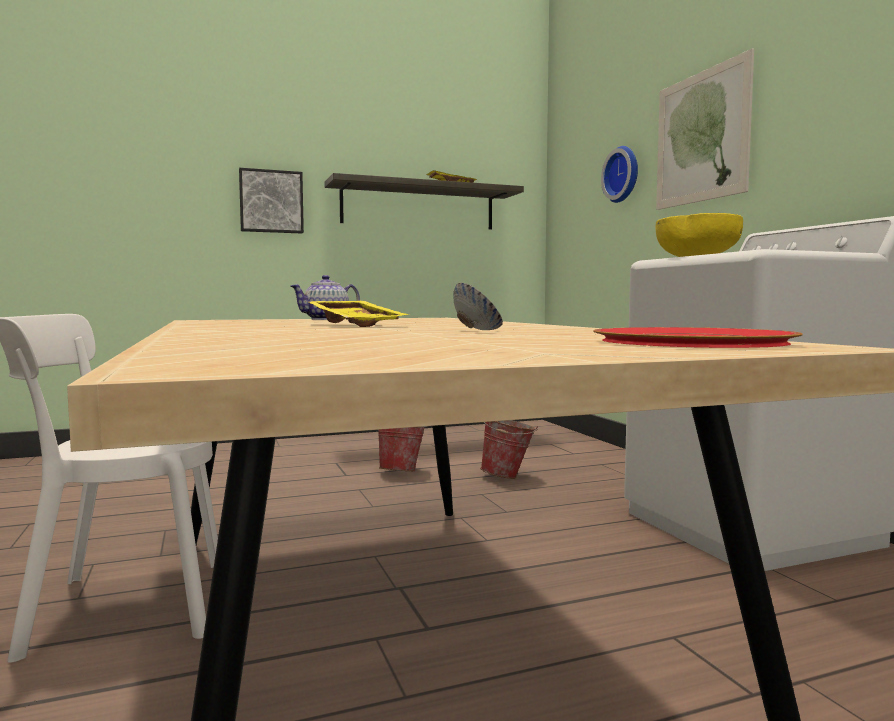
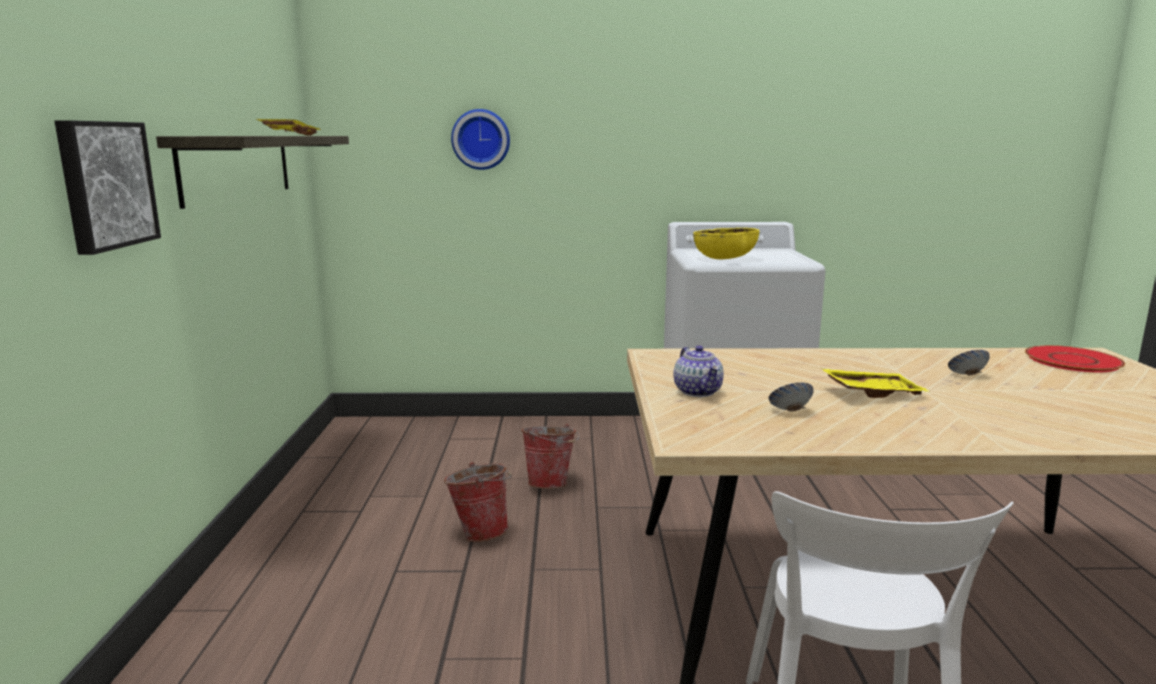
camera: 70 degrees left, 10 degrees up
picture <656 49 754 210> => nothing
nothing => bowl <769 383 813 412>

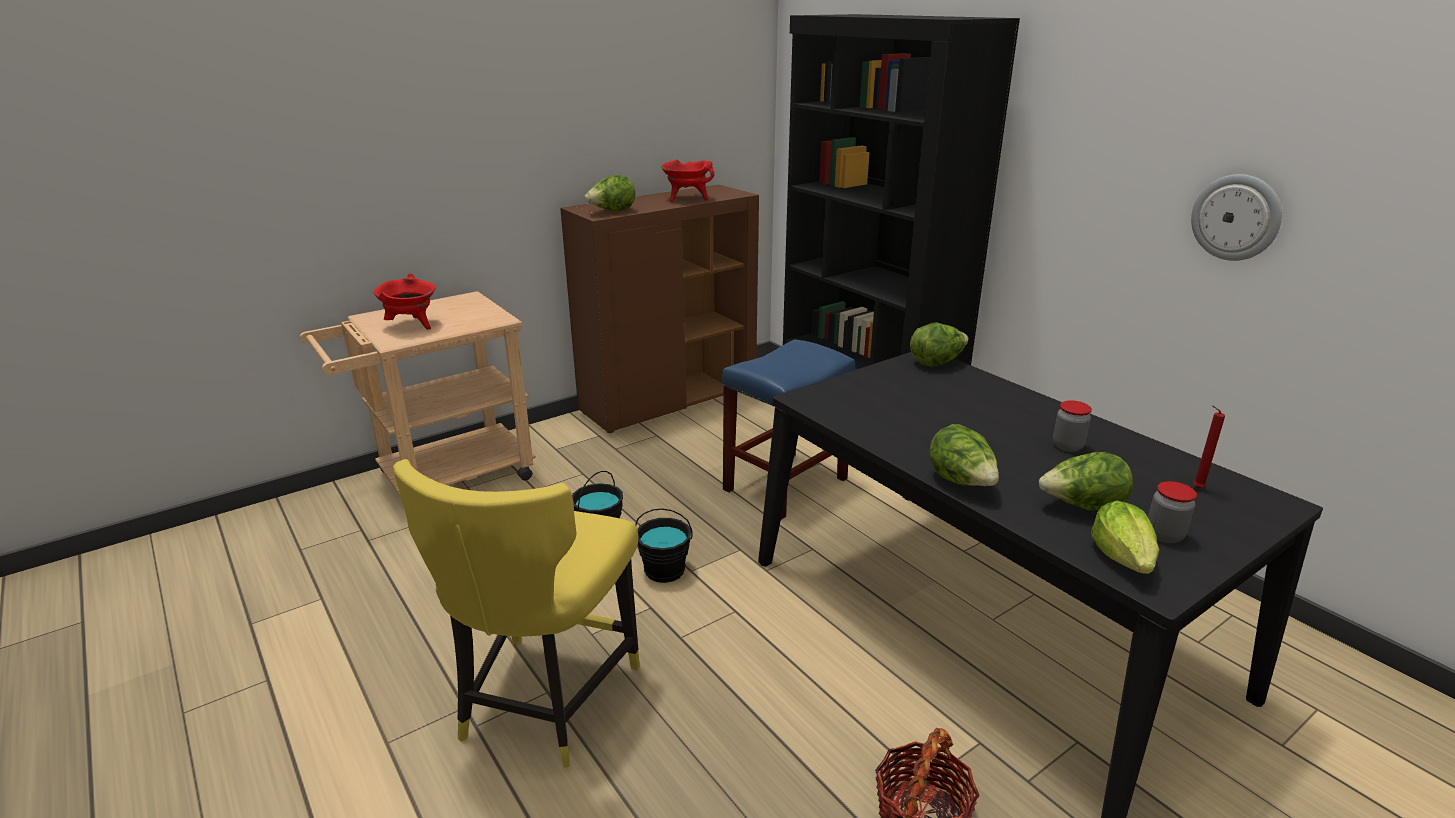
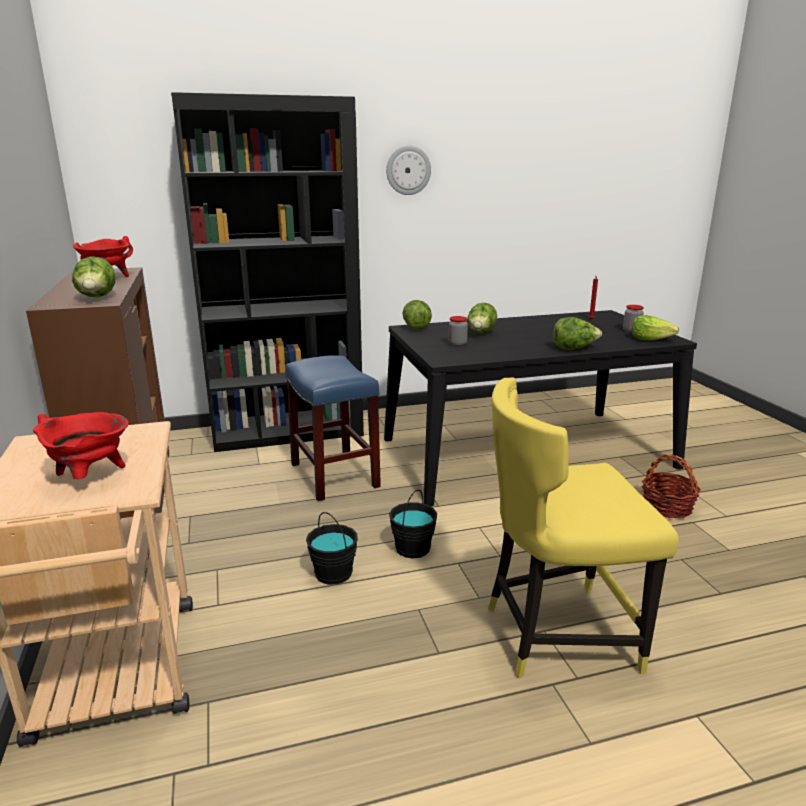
camera: 70 degrees left, 5 degrees down
yellow chair <393 459 640 767> => yellow chair <488 378 679 678>, 135 degrees clockwise
lettuce <1039 452 1133 511> => lettuce <467 303 497 333>, shifted
jar <1053 400 1092 452> => jar <448 316 468 346>, shifted
wall clock <1191 174 1282 261> => wall clock <386 146 431 195>, shifted

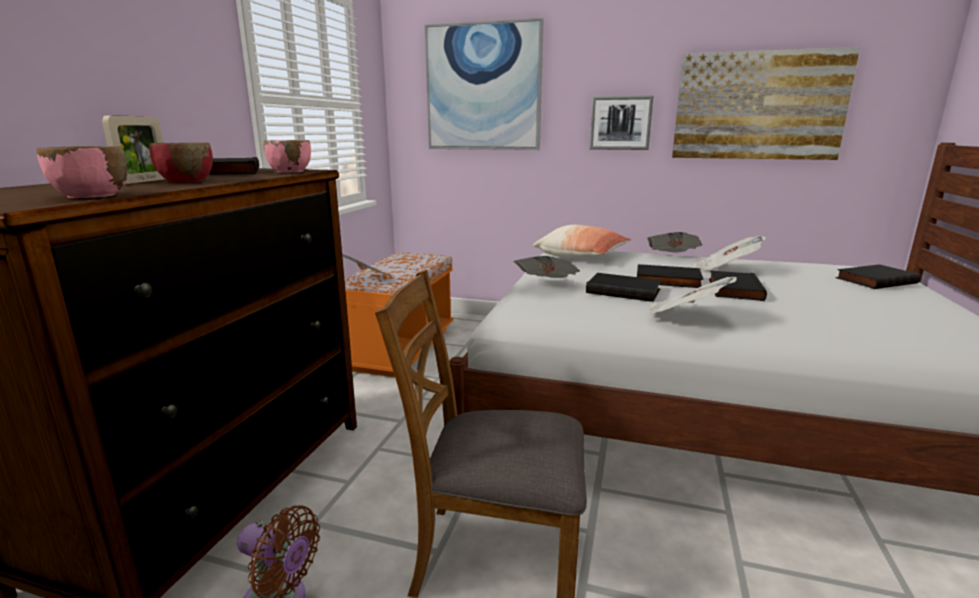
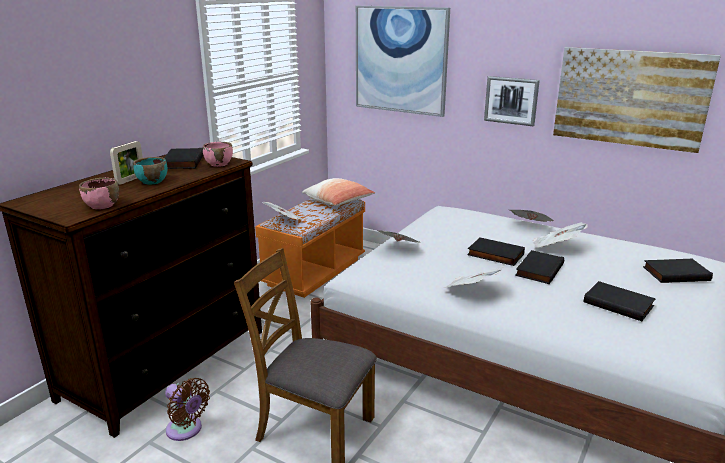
camera: 15 degrees right, 5 degrees up
red bowl <149 142 213 182> => turquoise bowl <133 157 167 185>
pillow <533 225 631 258> => pillow <302 178 375 206>, shifted
black book <586 273 661 302> => black book <584 281 656 321>, shifted

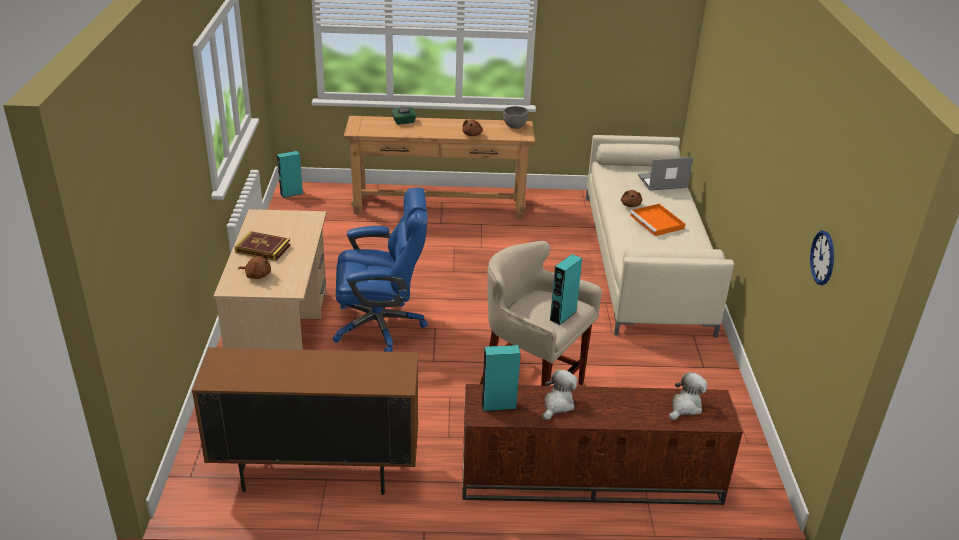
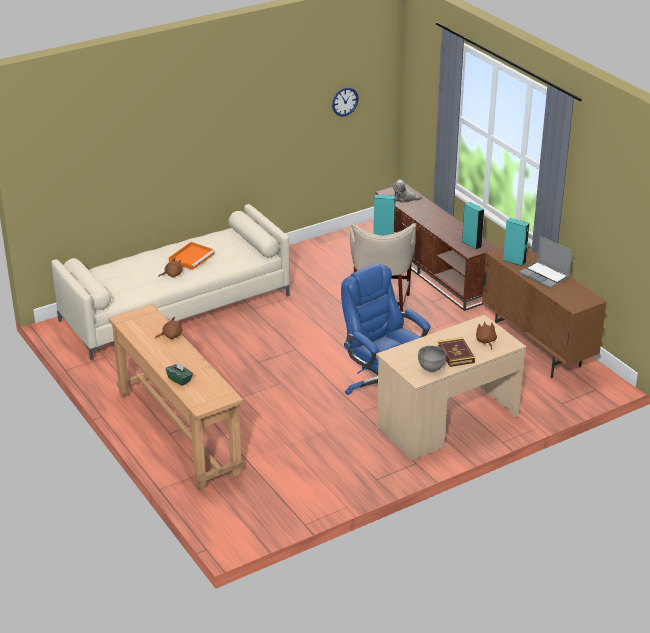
camera: 120 degrees left, 0 degrees up
turquoise speaker <277 151 303 198> => turquoise speaker <503 218 529 266>, shifted
grey bowl <503 106 529 129> => grey bowl <418 346 447 371>, shifted
plush toy <542 369 577 420> => nothing
laptop <638 157 693 190> => laptop <519 236 572 288>, shifted

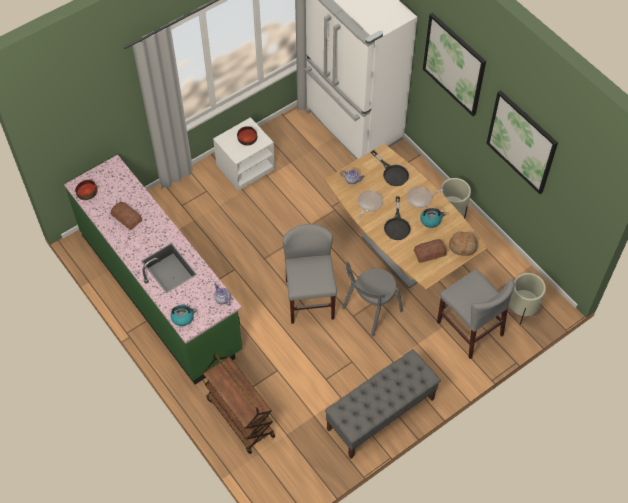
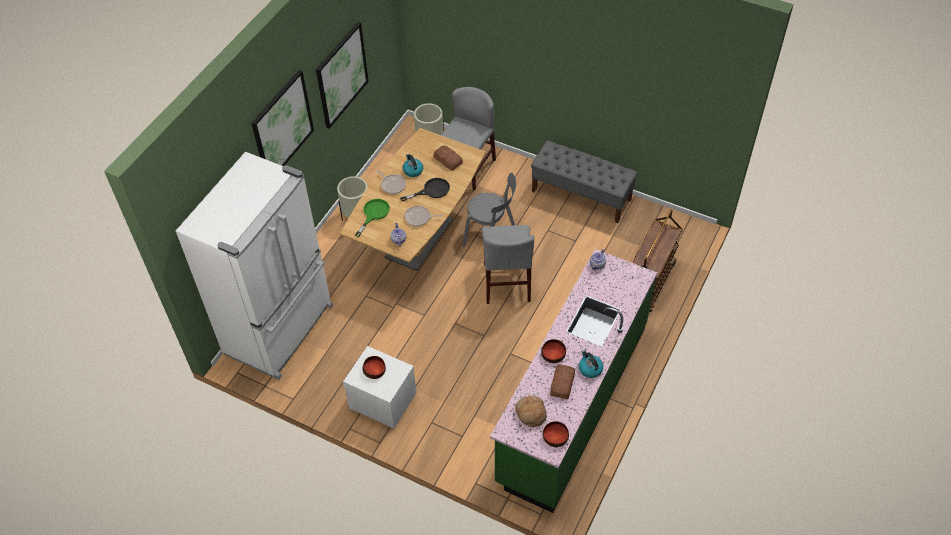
camera: 115 degrees left, 5 degrees down
kettle <170 305 196 326> => kettle <579 350 603 378>, shifted
grey chair <283 224 337 324> => grey chair <482 225 534 304>, 60 degrees counterclockwise
black frying pan <371 150 409 186> => green frying pan <355 199 390 237>
bread <449 232 478 256> => bread <515 396 547 427>, shifted
nothing => bowl <541 339 566 363>

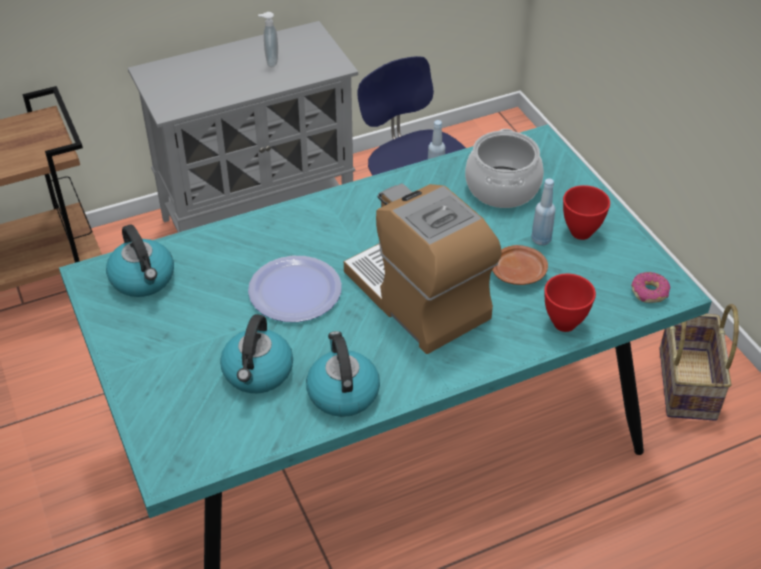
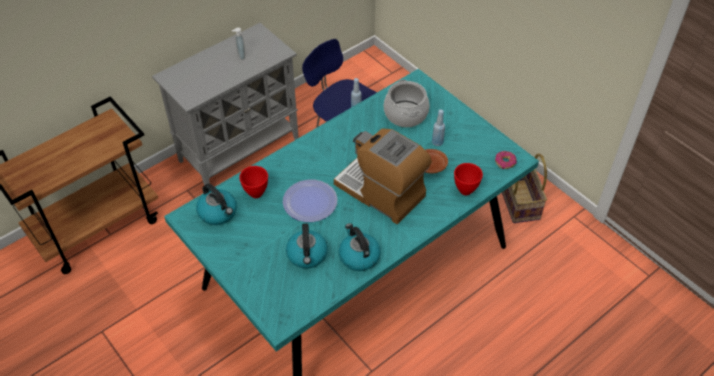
camera: 15 degrees left, 5 degrees up
red bowl <563 185 610 240> => red bowl <239 166 268 198>, shifted

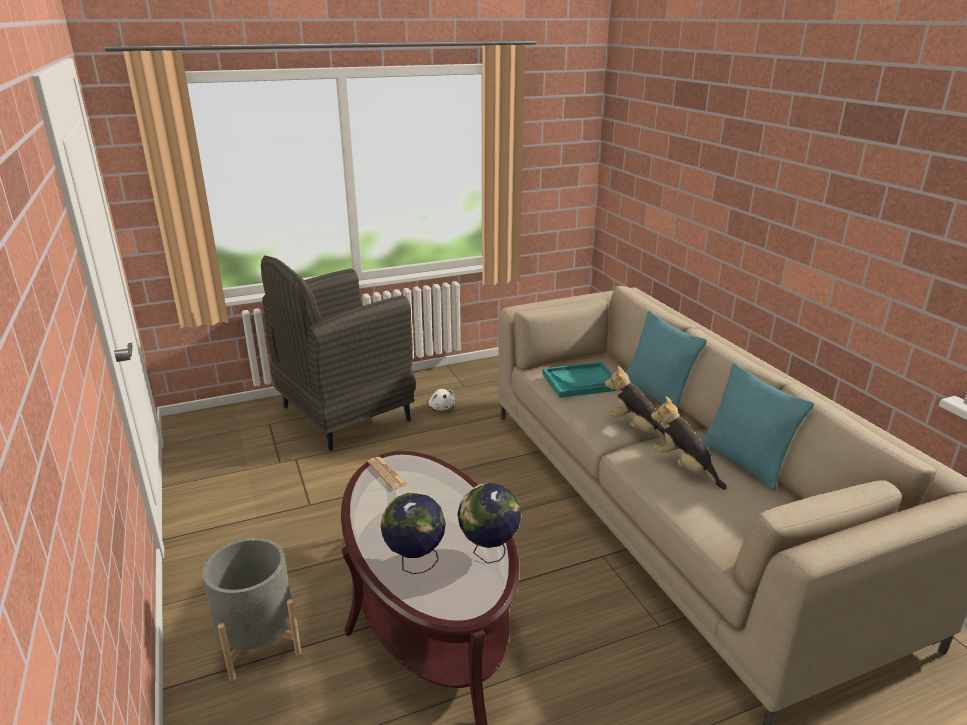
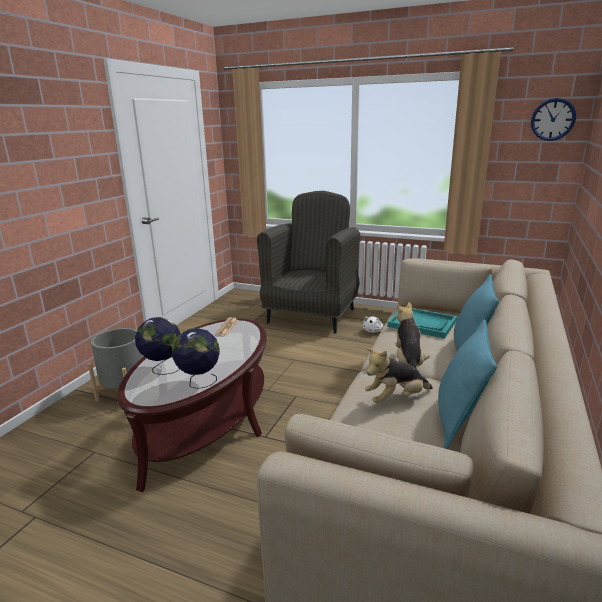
camera: 45 degrees right, 5 degrees down
grey armchair <261 256 416 451> => grey armchair <257 191 360 333>, 105 degrees clockwise
plush toy <651 396 727 490> => plush toy <365 348 433 403>, 120 degrees counterclockwise
nothing => wall clock <531 98 576 141>

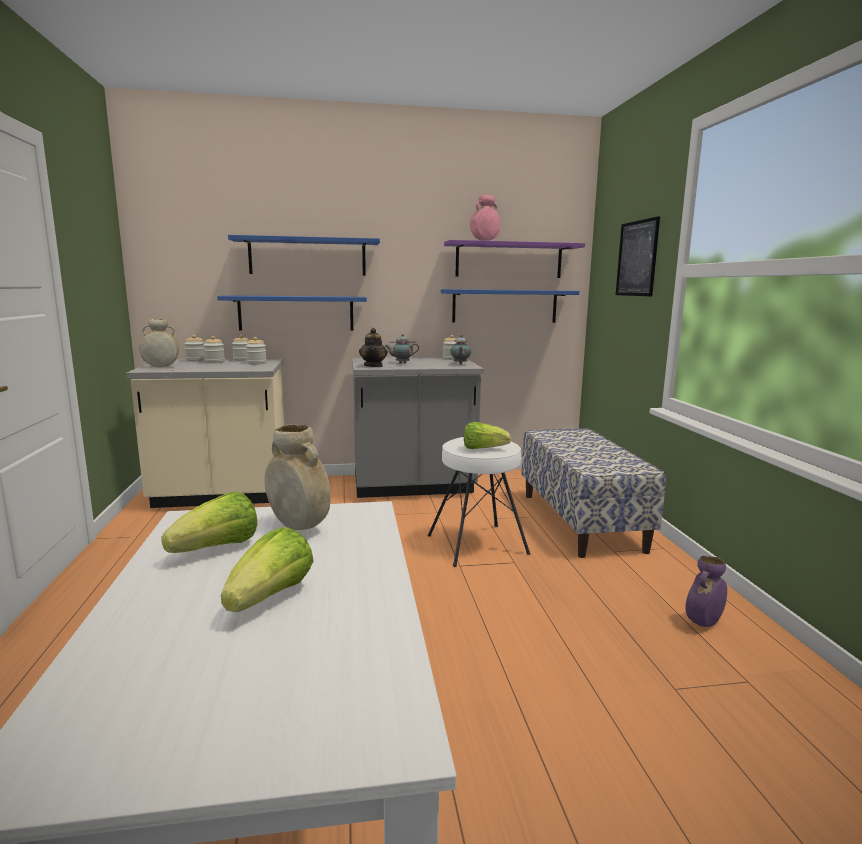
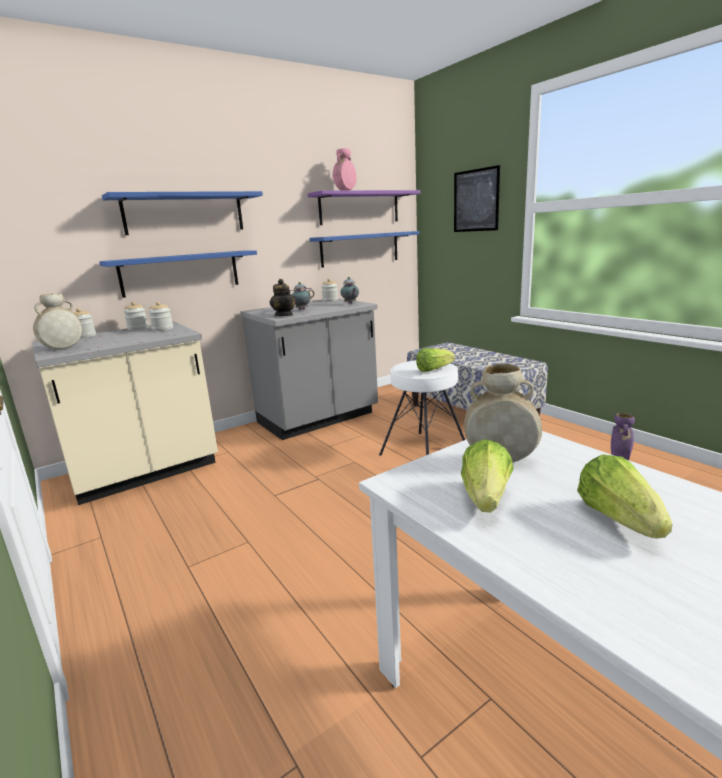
camera: 25 degrees left, 5 degrees up
jar <203 336 225 363> => nothing

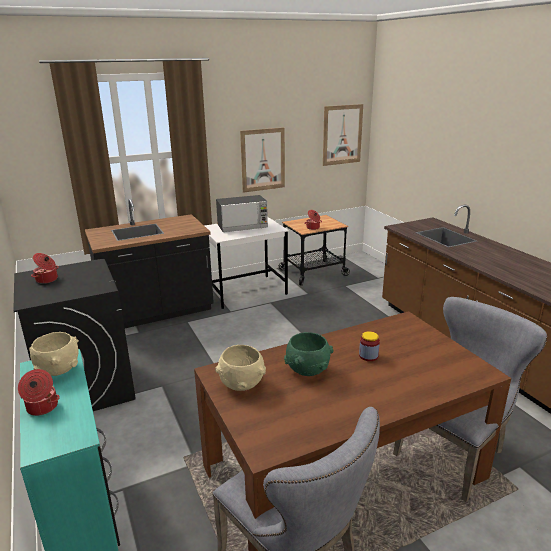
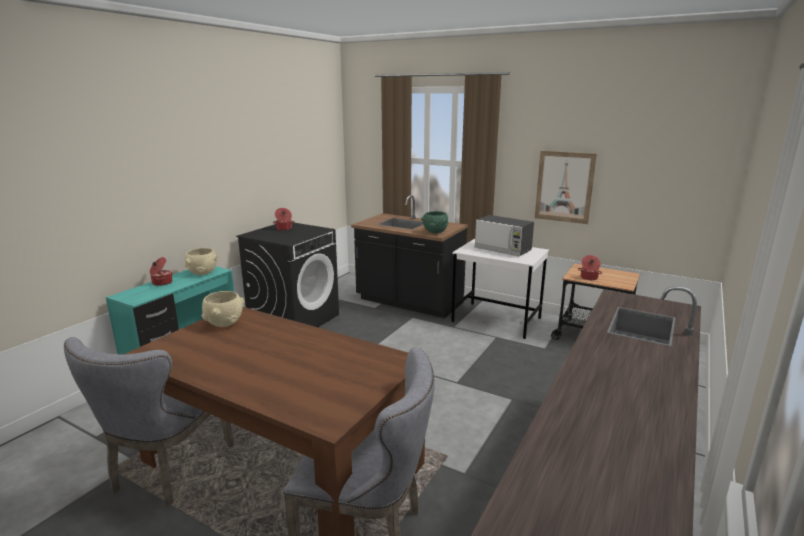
camera: 55 degrees right, 5 degrees down
green bowl <284 332 333 376> => green bowl <421 211 448 233>, shifted
picture <323 104 363 166> => nothing
jar <359 331 380 361> => nothing

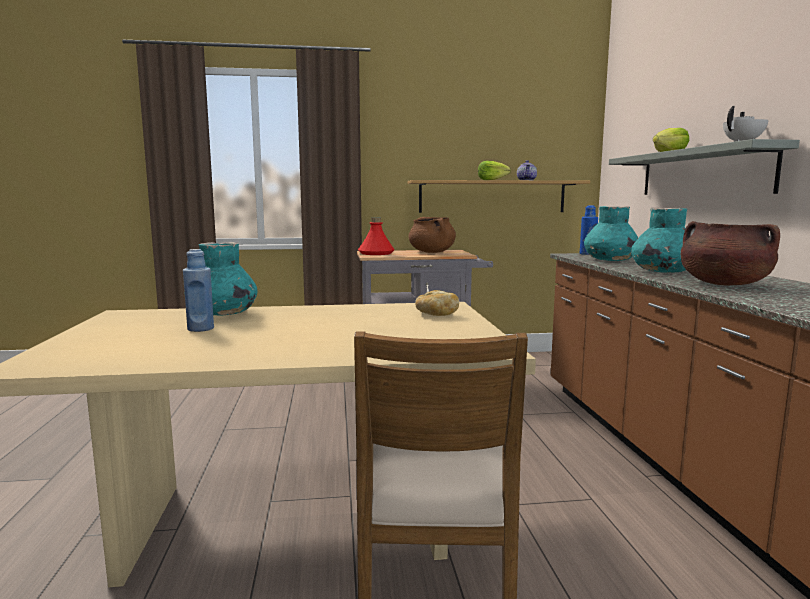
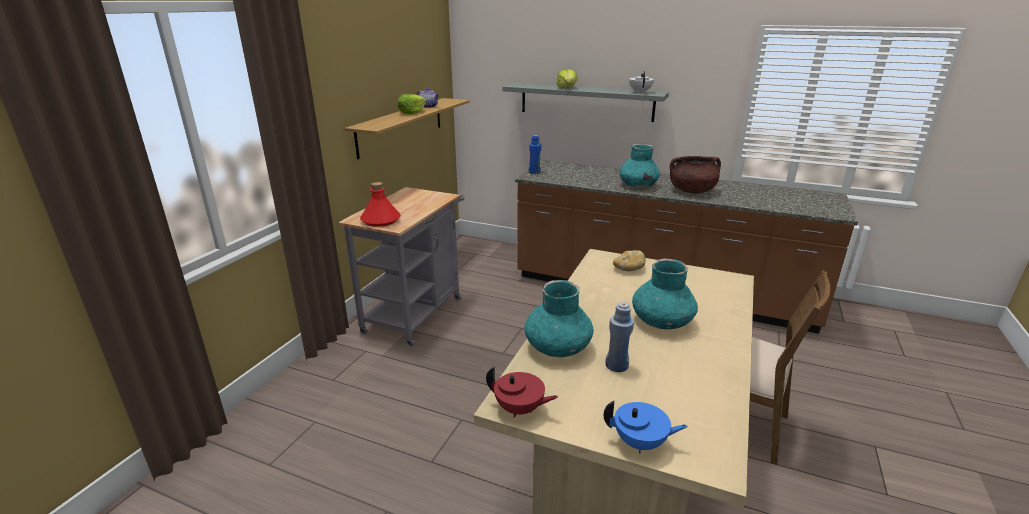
camera: 60 degrees left, 15 degrees up
brown cooking pot <409 217 456 253> => nothing
turquoise vase <584 206 638 261> => turquoise vase <632 258 698 329>, shifted
nothing => red teapot <486 366 558 418>
nothing => blue teapot <604 401 688 453>

